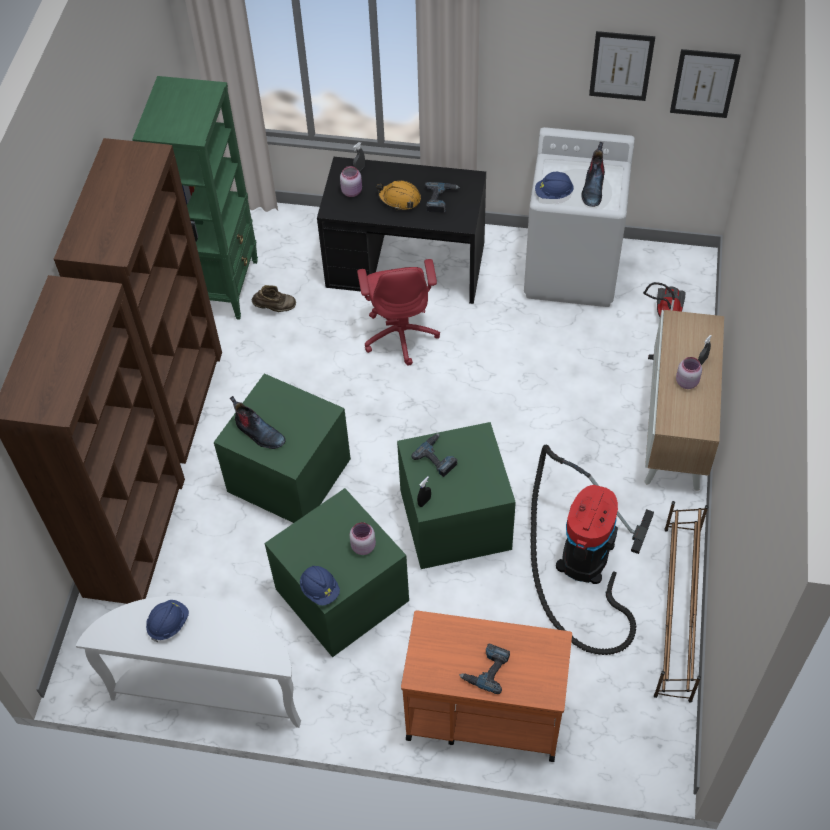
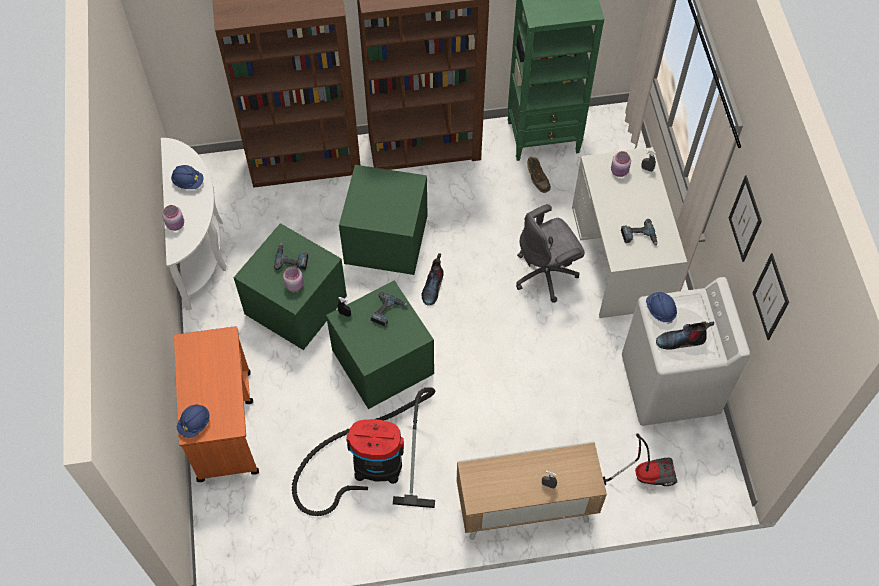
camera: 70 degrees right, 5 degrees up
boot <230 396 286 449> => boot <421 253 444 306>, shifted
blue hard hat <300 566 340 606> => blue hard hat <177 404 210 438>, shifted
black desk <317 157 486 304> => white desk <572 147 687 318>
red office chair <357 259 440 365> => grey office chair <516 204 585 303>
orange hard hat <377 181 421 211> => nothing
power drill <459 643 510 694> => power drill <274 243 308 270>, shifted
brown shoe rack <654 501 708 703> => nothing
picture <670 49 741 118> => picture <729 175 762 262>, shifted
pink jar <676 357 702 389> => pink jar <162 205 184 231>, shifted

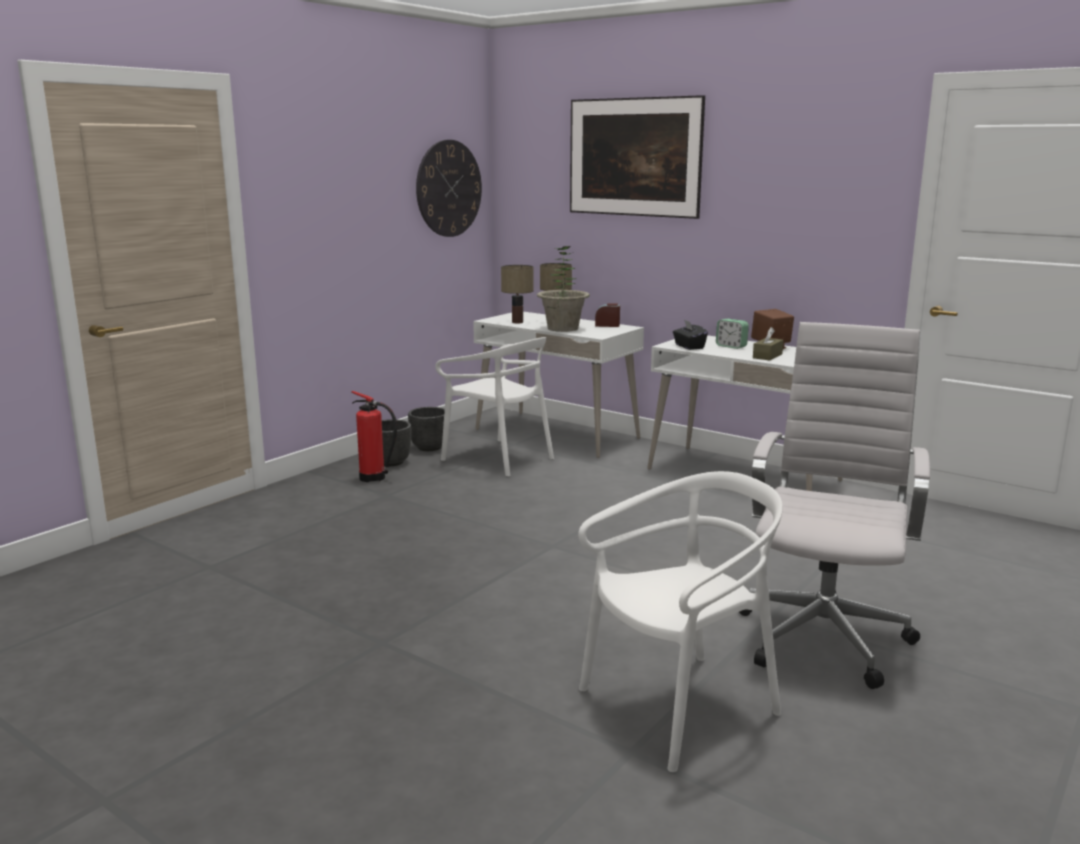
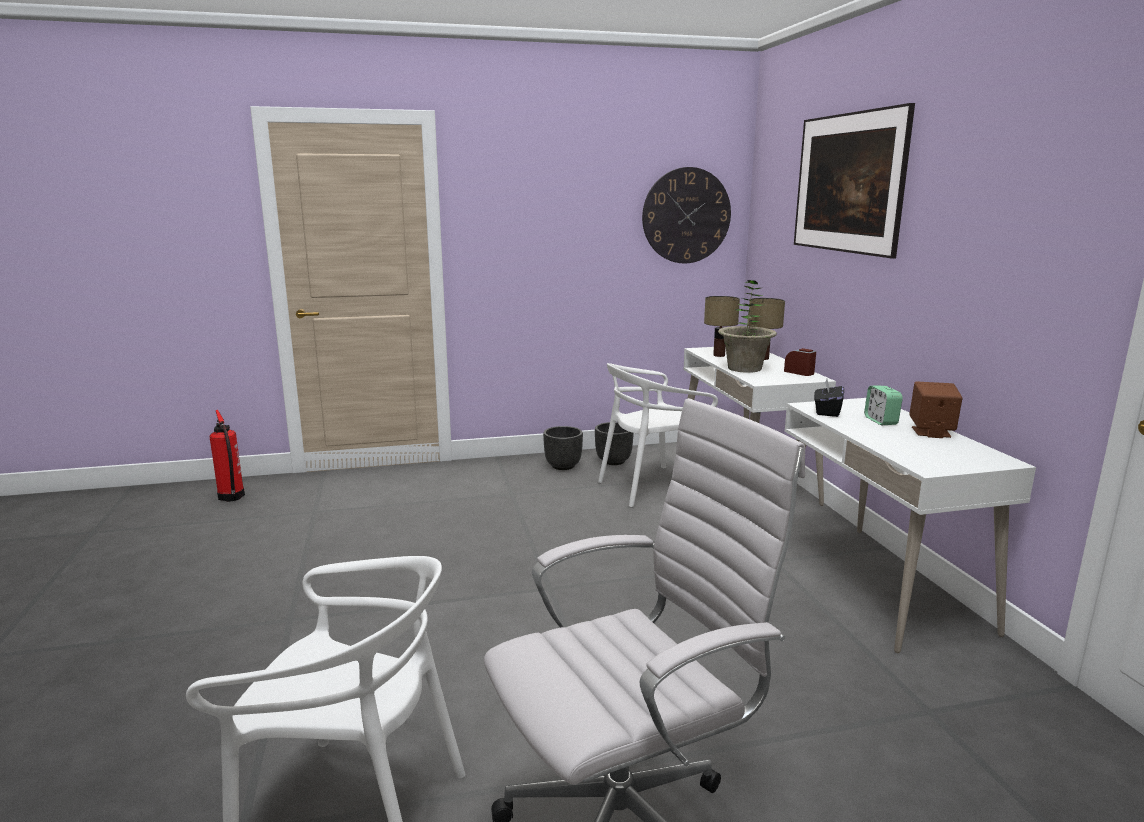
camera: 40 degrees right, 0 degrees up
fire extinguisher <351 391 397 482> => fire extinguisher <210 410 245 502>, shifted
white chair <435 337 554 477> => white chair <598 363 718 507>, 75 degrees clockwise
brown tissue box <753 327 783 360> => nothing

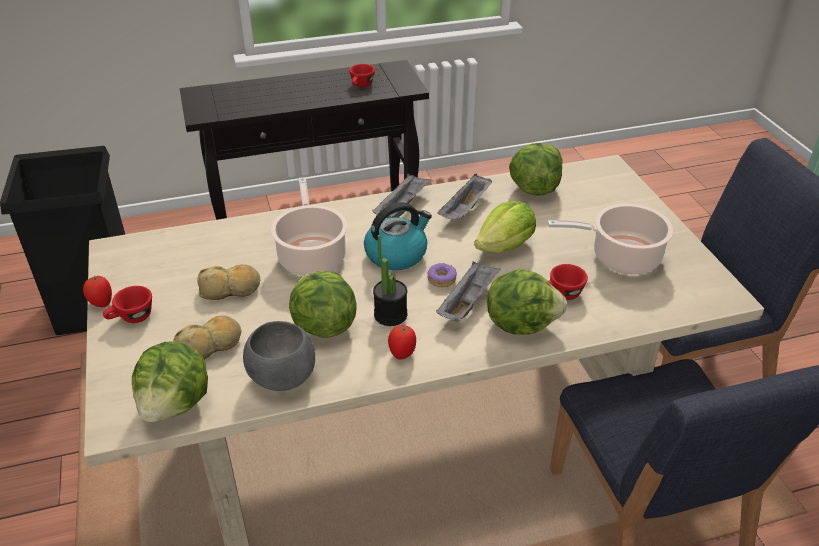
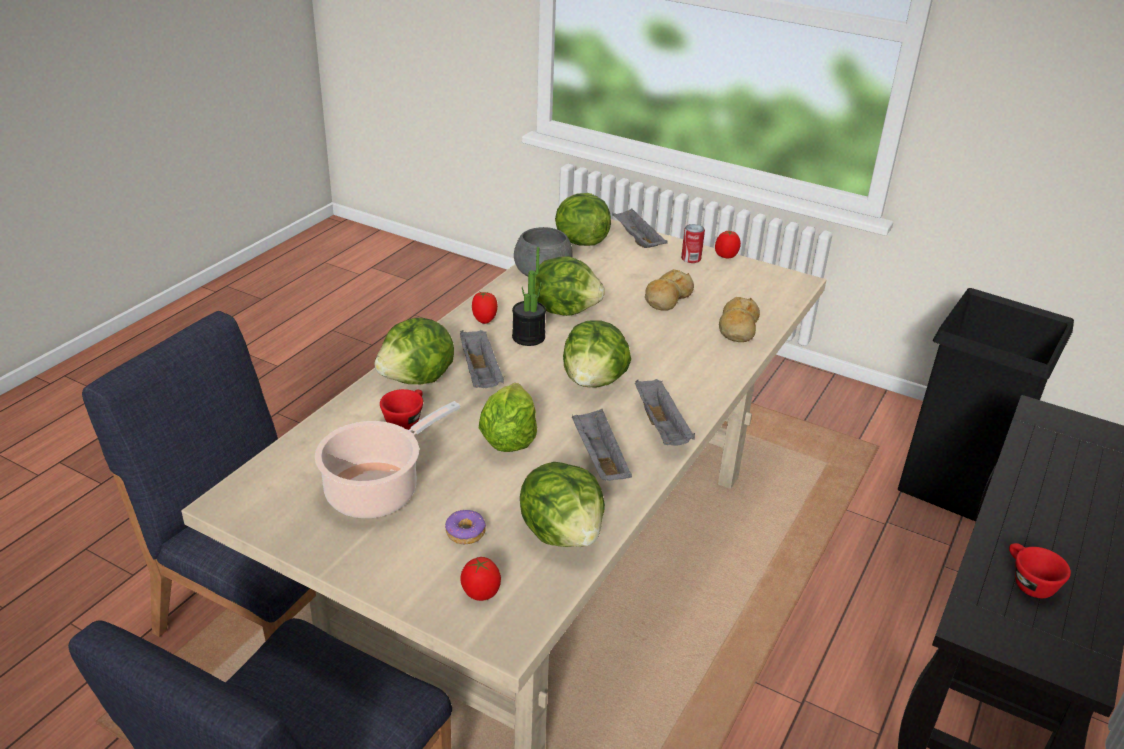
camera: 135 degrees right, 5 degrees down
red cup <103 286 152 323> => can <681 224 705 263>
bread <173 315 241 360> => bread <719 297 760 342>, shifted
cooking pot <270 177 348 276> => nothing
kettle <364 202 432 270> => lettuce <563 320 631 387>
donut <428 263 457 287> => donut <445 510 486 544>, shifted
nothing => tomato <460 557 501 601>
nothing => grey tray <612 209 668 248>

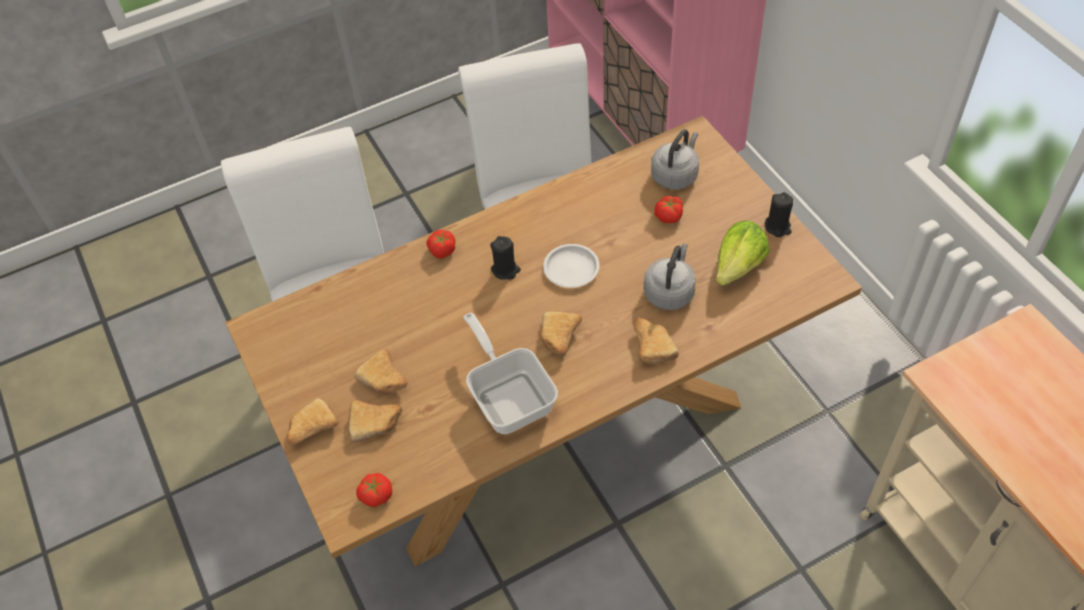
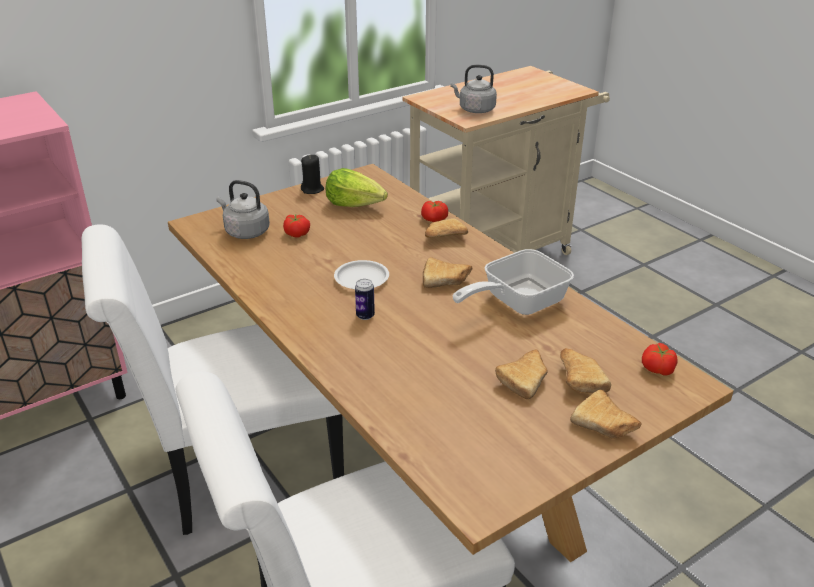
camera: 100 degrees left, 20 degrees down
tomato <426 230 456 259> => tomato <421 201 448 222>, shifted
black candle <490 236 521 280> => can <355 279 375 320>
grey kettle <644 244 696 310> => grey kettle <451 65 497 113>, shifted

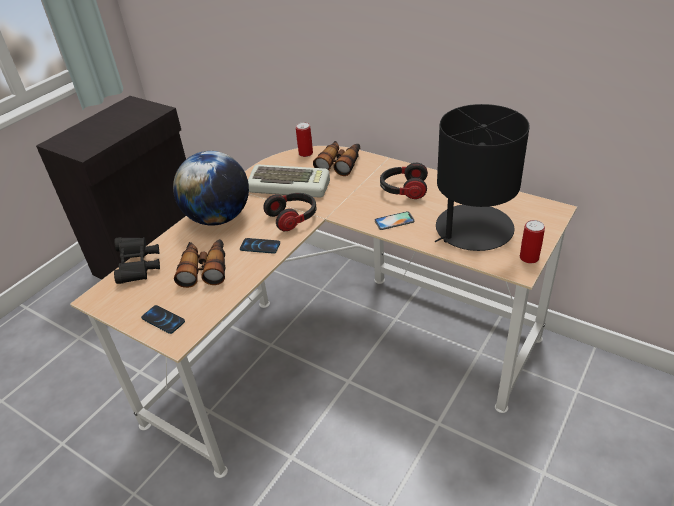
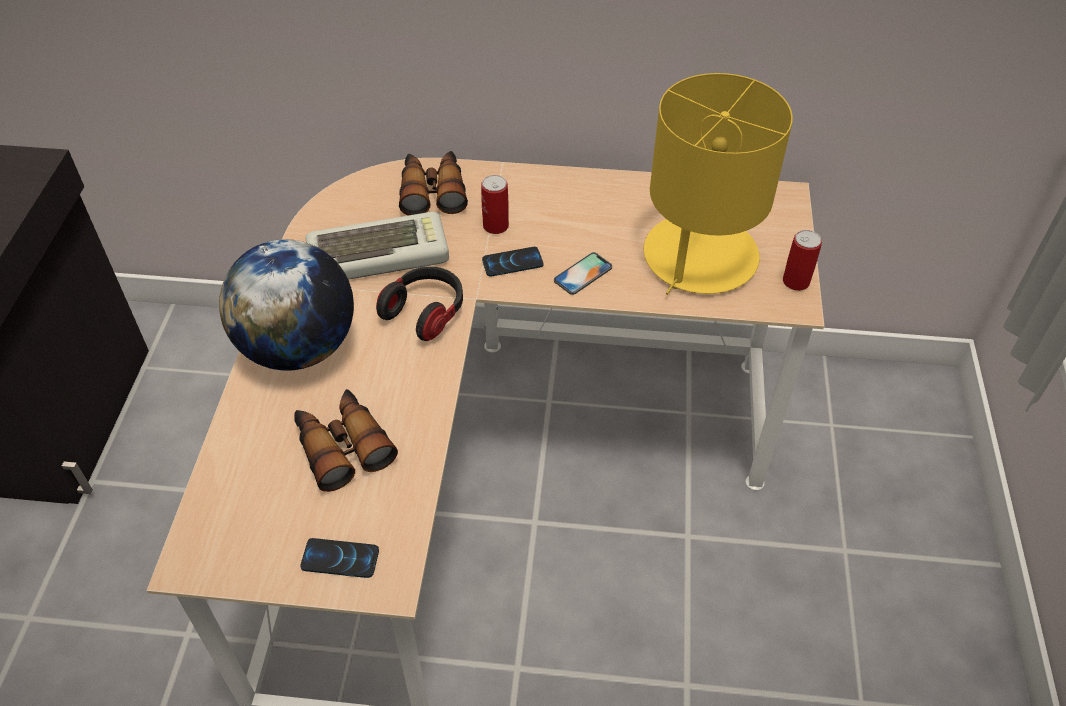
camera: 30 degrees left, 10 degrees up
black binoculars <114 237 160 284> => nothing
phone <240 238 280 254> => phone <482 247 544 276>, shifted
can <296 122 313 157> => can <481 175 509 234>, shifted
headphones <380 163 428 199> => nothing
black table lamp <435 104 530 251> => yellow table lamp <644 73 793 295>

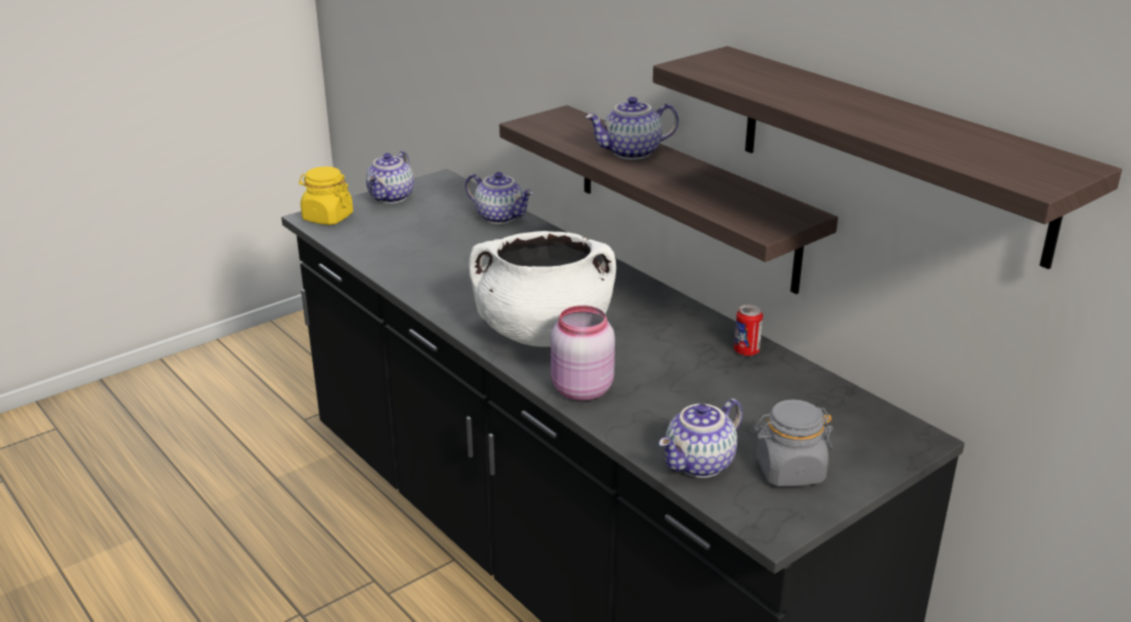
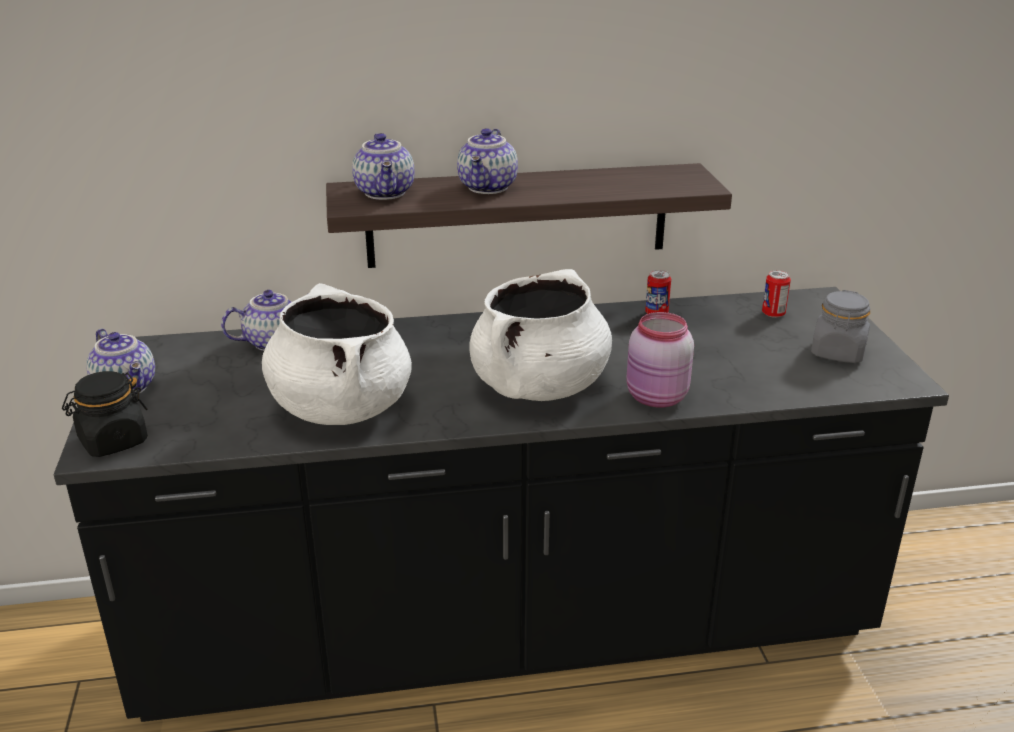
camera: 60 degrees left, 0 degrees up
yellow jar <299 166 353 225> => black jar <62 371 148 457>
shelf <653 46 1122 269> => nothing
teapot <659 398 743 478> => teapot <352 133 415 200>, shifted
nothing => white cooking pot <262 283 412 425>
nothing => can <762 270 791 318>

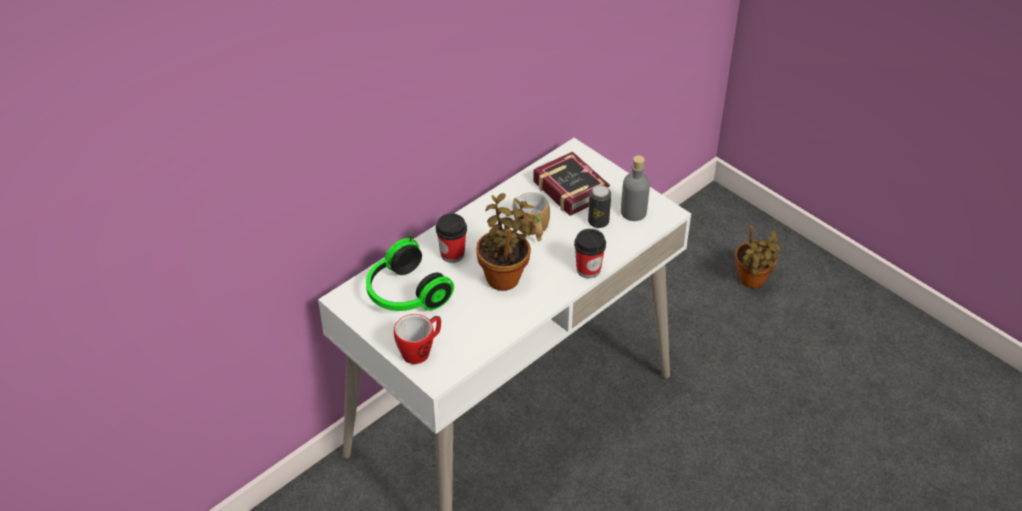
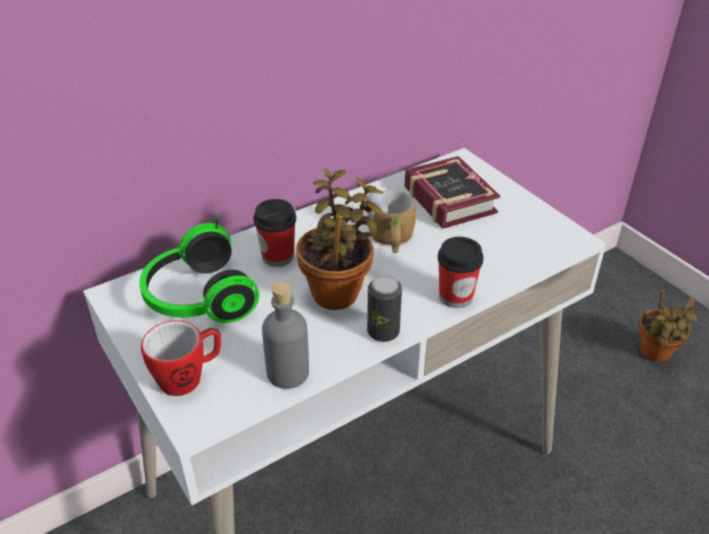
camera: 10 degrees right, 5 degrees down
can <588 185 611 228> => can <367 275 402 342>, shifted
grey bottle <621 156 650 221> => grey bottle <262 281 309 389>, shifted

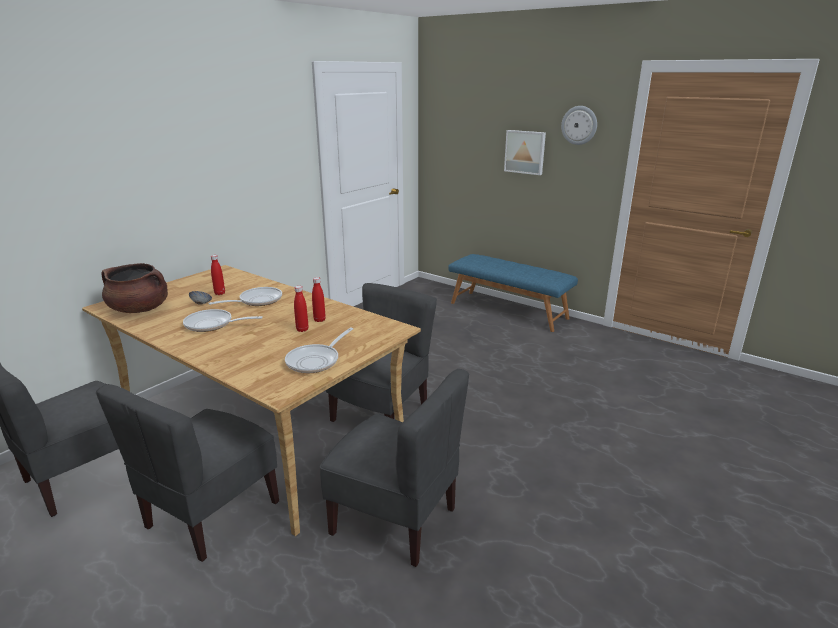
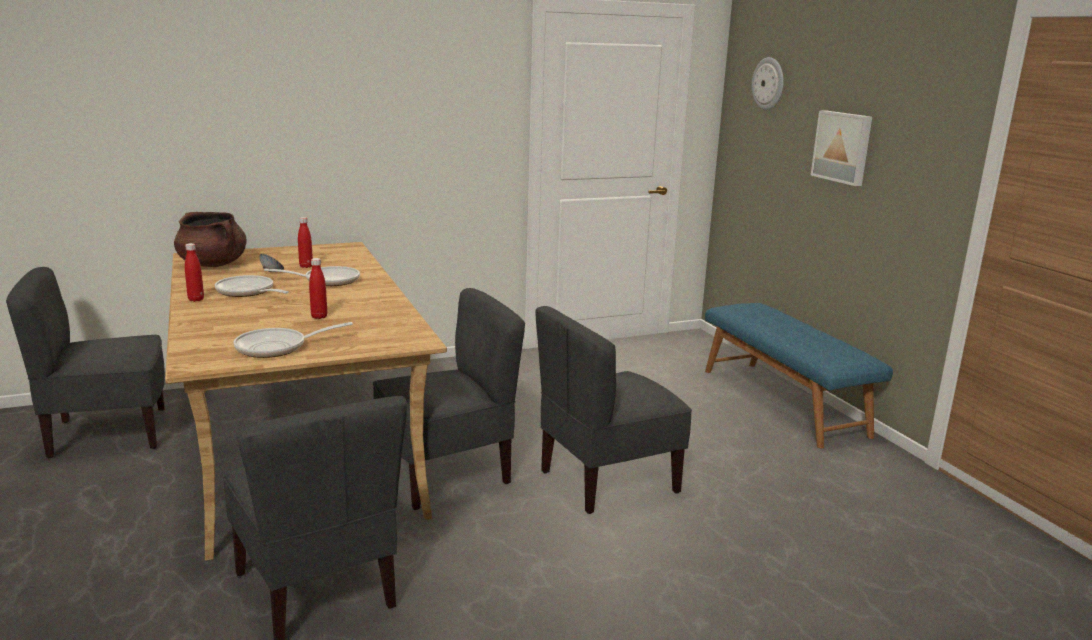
camera: 30 degrees right, 5 degrees down
grey chair <96 384 279 562> => grey chair <535 306 692 514>, shifted
red bottle <312 277 326 322> => red bottle <185 243 204 302>, shifted
wall clock <561 106 597 145> => wall clock <752 57 784 110>, shifted

